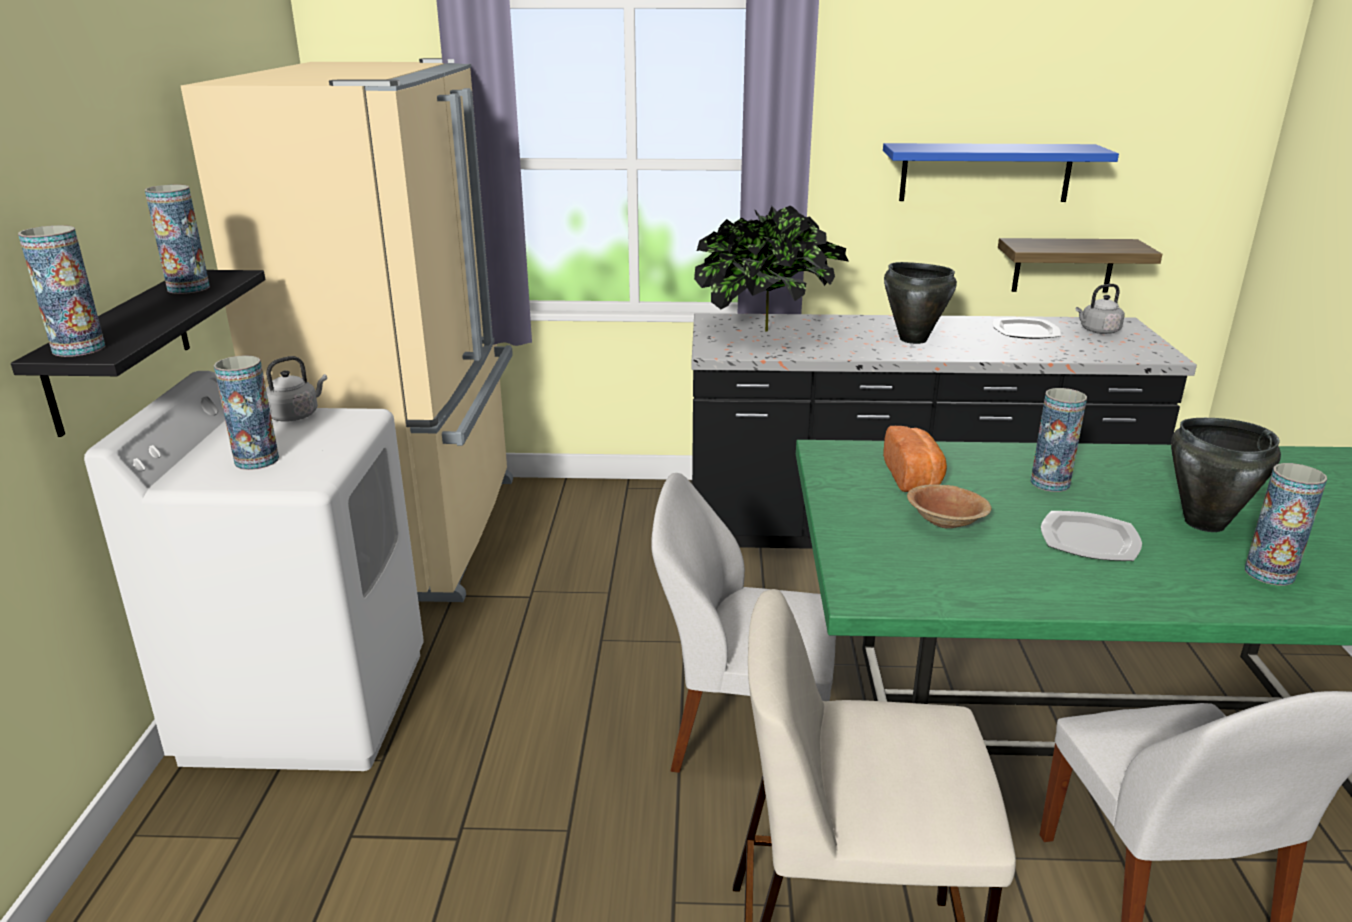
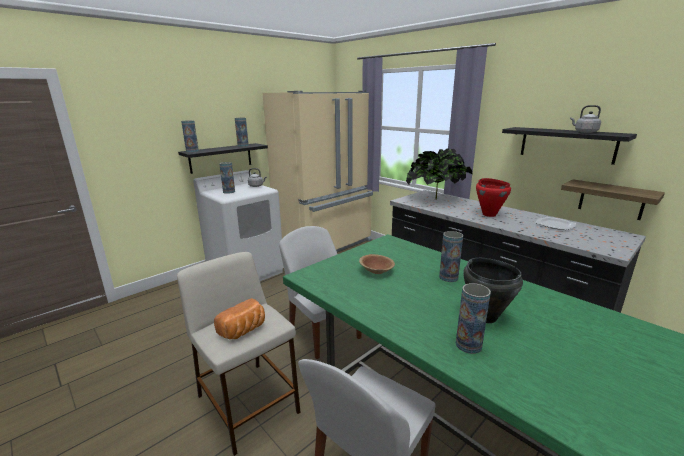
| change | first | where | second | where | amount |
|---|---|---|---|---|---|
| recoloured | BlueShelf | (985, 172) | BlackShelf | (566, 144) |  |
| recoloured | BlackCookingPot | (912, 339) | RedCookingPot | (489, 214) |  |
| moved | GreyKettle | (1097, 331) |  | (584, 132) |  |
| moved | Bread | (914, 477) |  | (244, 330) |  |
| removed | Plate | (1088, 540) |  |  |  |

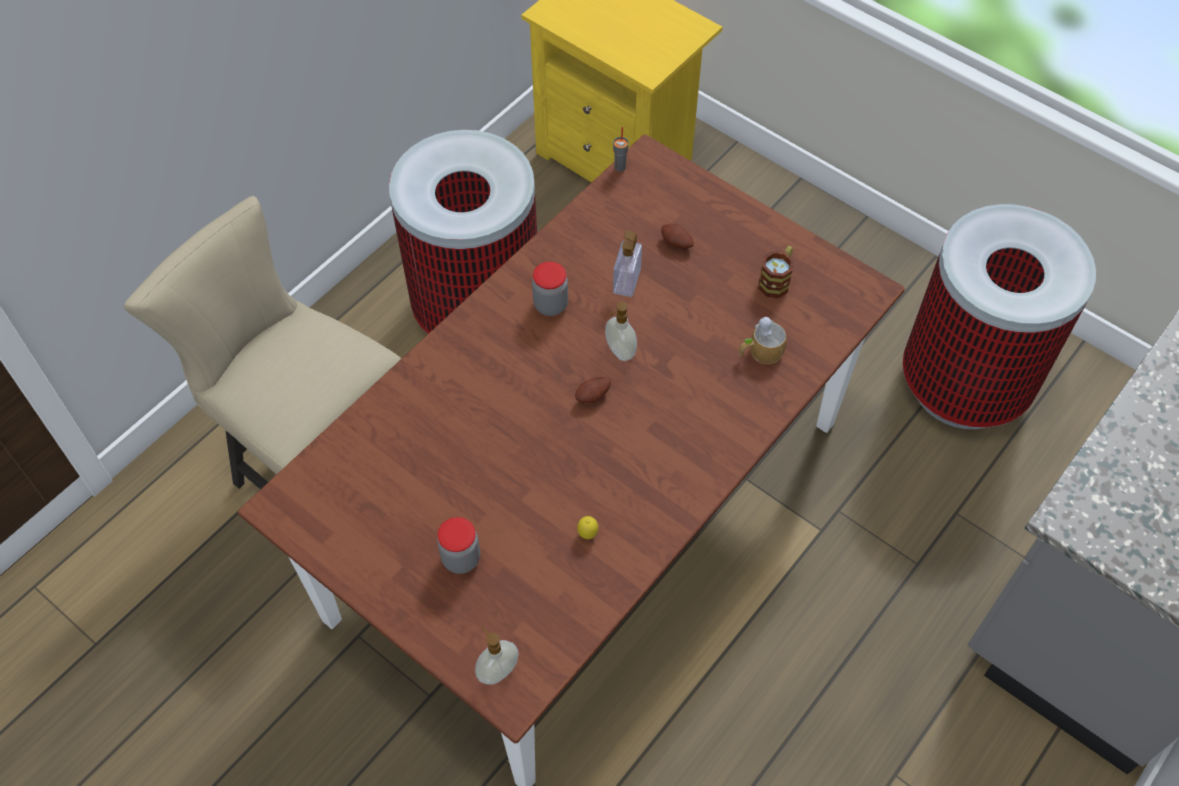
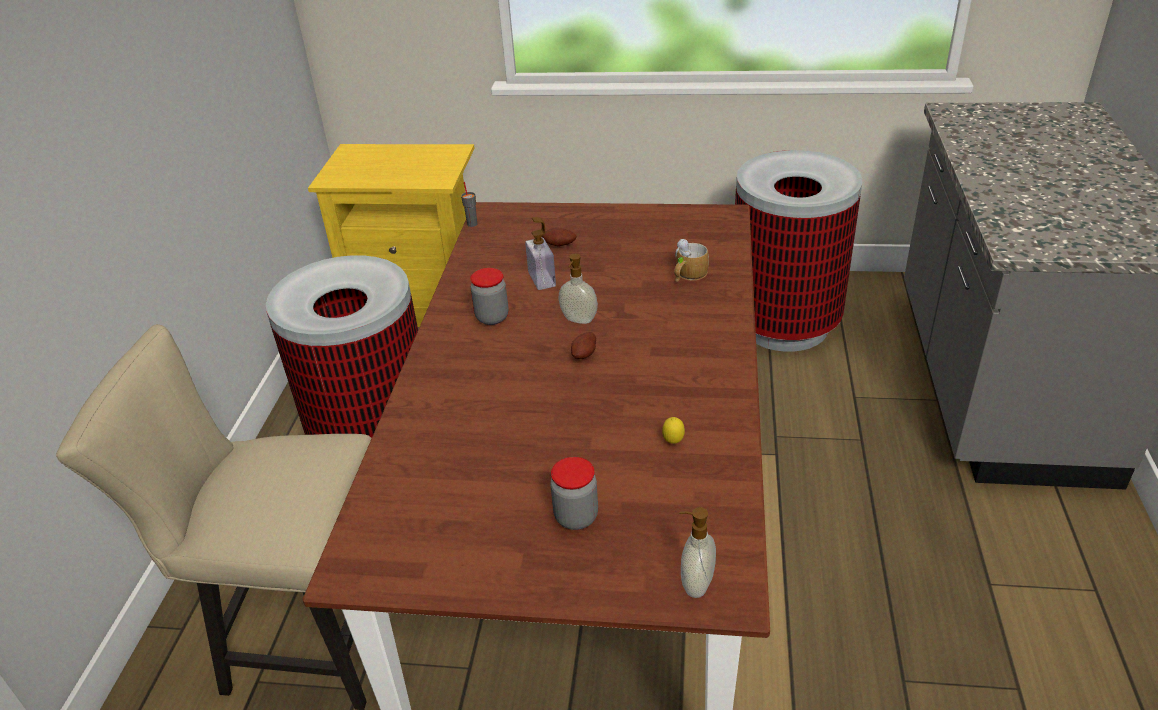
| change | first | where | second | where | amount |
|---|---|---|---|---|---|
| removed | Mug | (776, 280) |  |  |  |

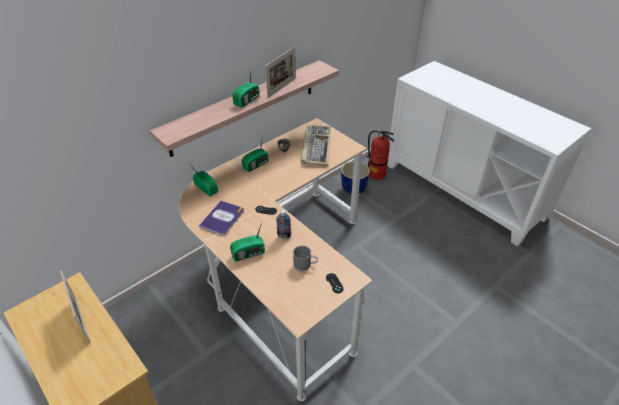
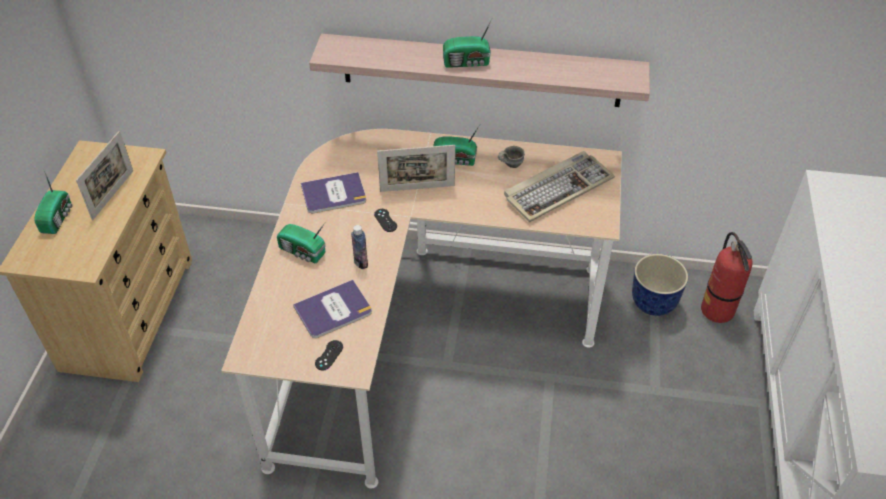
| change | first | where | second | where | amount |
|---|---|---|---|---|---|
| moved | PictureFrame | (282, 88) |  | (417, 188) |  |
| moved | Radio | (206, 187) |  | (58, 217) |  |
| replaced | GreyMug | (305, 264) | Book | (333, 310) |  |

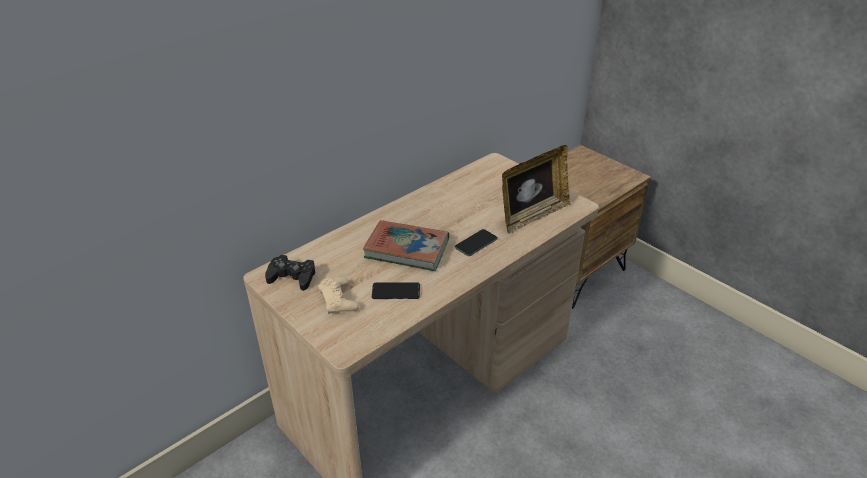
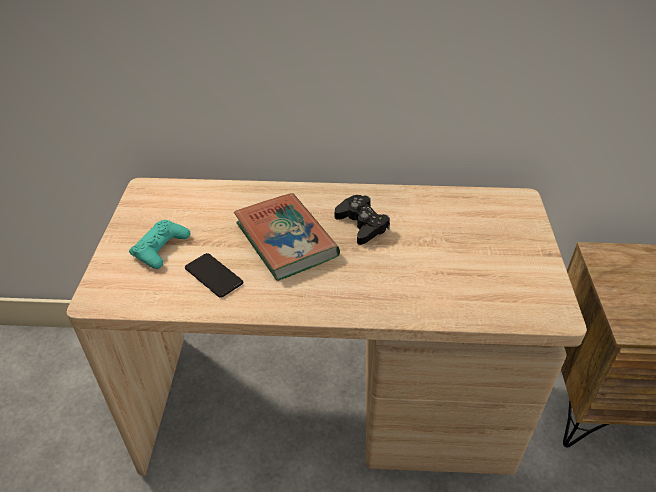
| change | first | where | second | where | amount |
|---|---|---|---|---|---|
| removed | PictureFrame | (532, 216) |  |  |  |
| removed | Phone | (476, 243) |  |  |  |
| moved | BlackGameController | (292, 277) |  | (362, 225) |  |
| recoloured | BeigeGameController | (338, 299) | TurquoiseGameController | (161, 248) |  |

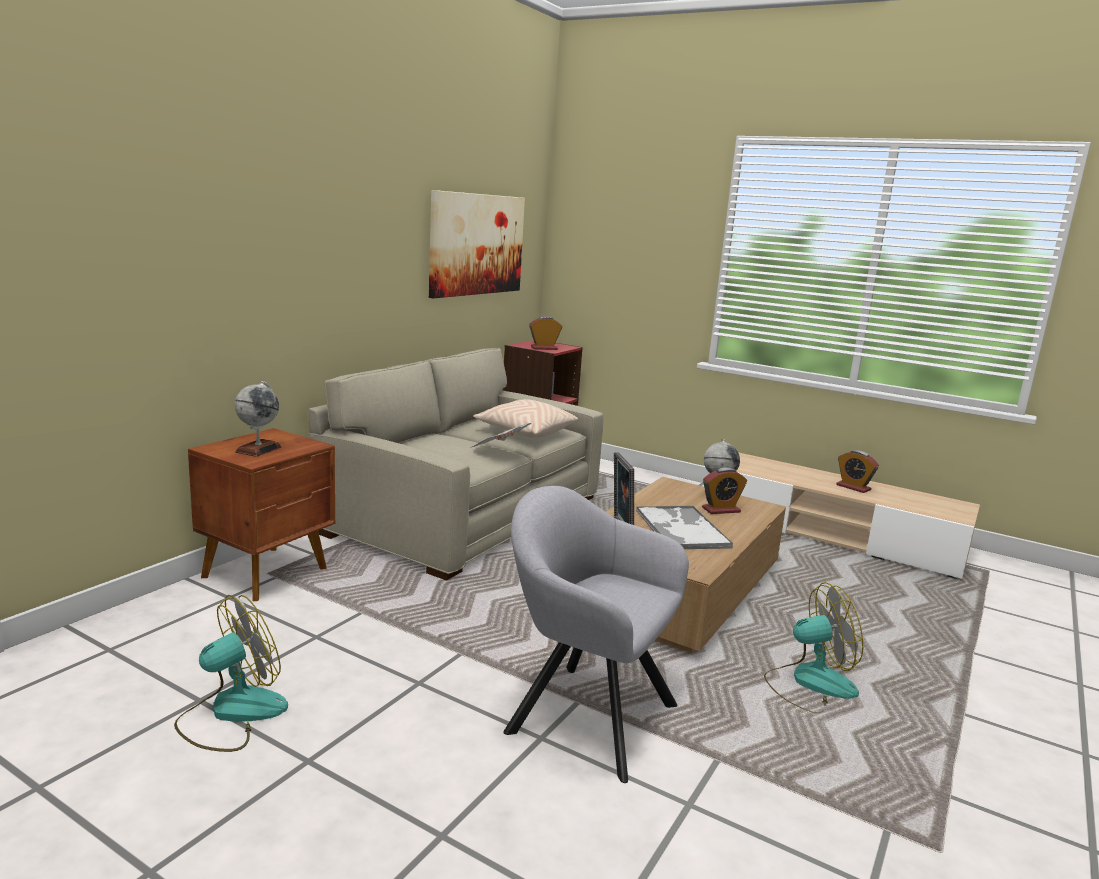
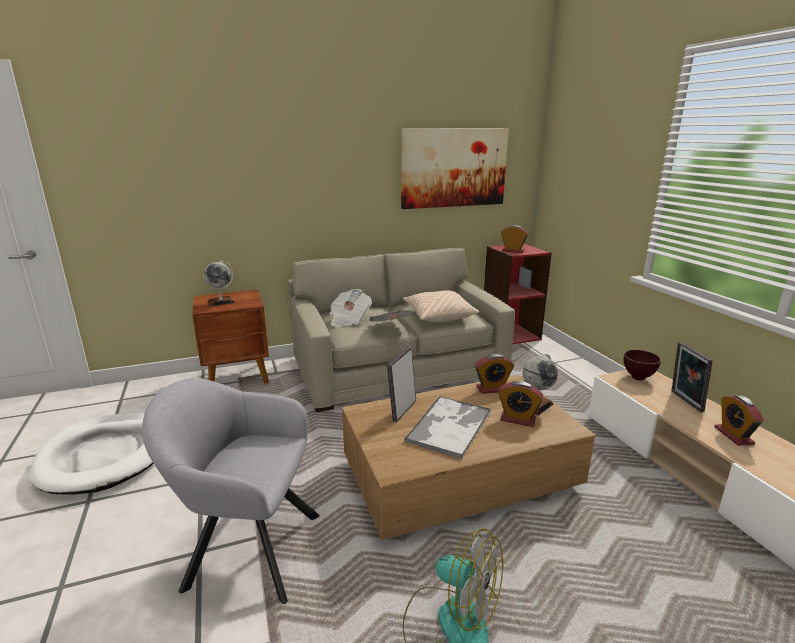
| change | first | where | second | where | amount |
|---|---|---|---|---|---|
| turned | GreyArmchair | (584, 714) |  | (247, 548) | 60 degrees counterclockwise |
| replaced | Fan | (232, 713) | WhiteDogBed | (105, 456) |  |
| added |  |  | Newspaper | (349, 319) |  |
| added |  |  | PictureFrame | (684, 401) |  |
| added |  |  | BrownBowl | (637, 378) |  |
| added |  |  | AlarmClock | (492, 389) |  |

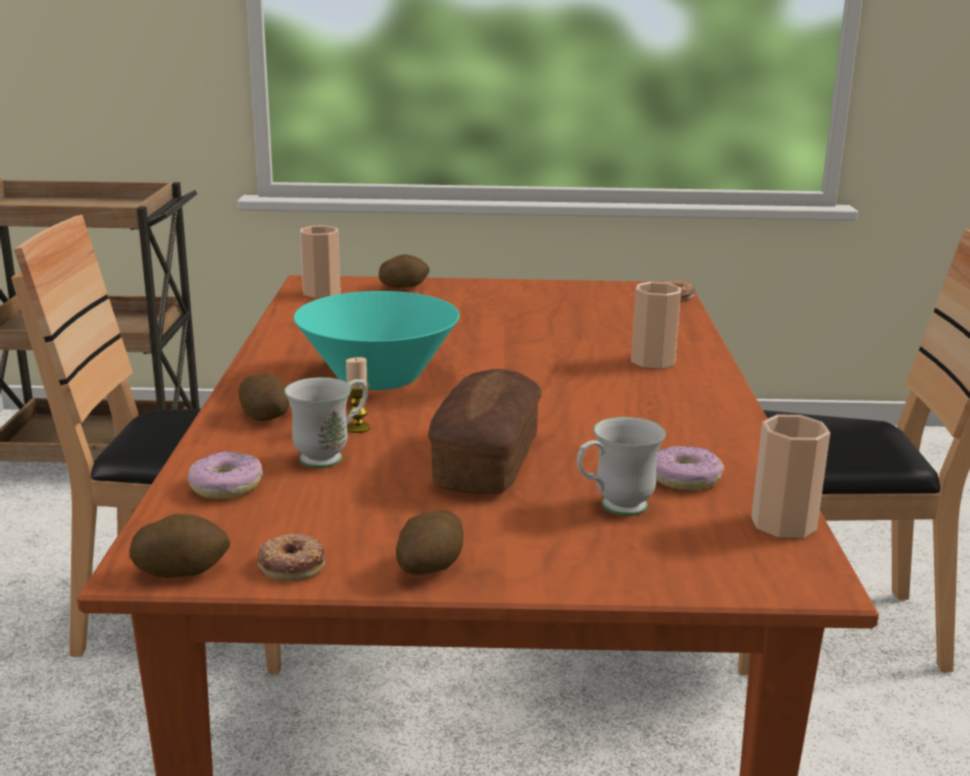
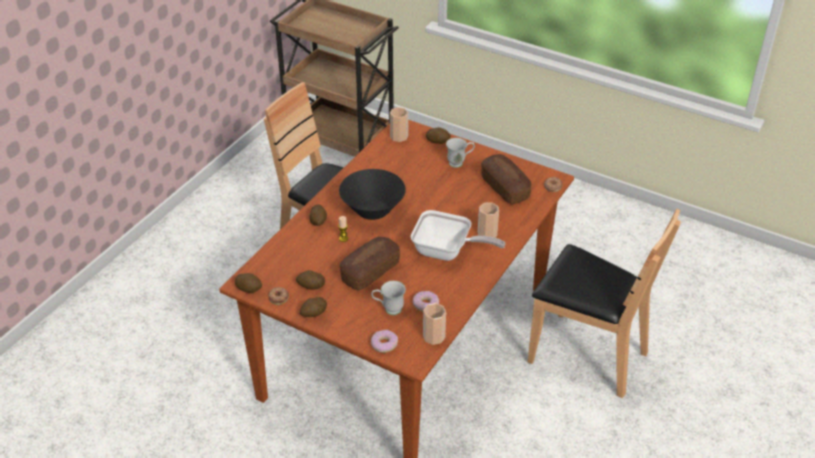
| change | first | where | second | where | amount |
|---|---|---|---|---|---|
| recoloured | TurquoiseBowl | (378, 379) | BlackBowl | (372, 210) |  |
| moved | WhiteMug | (331, 456) |  | (459, 163) |  |
| moved | Donut | (225, 486) |  | (384, 344) |  |
| added |  |  | Bread | (505, 188) |  |
| added |  |  | FryingPan | (447, 252) |  |
| added |  |  | Potato | (311, 286) |  |

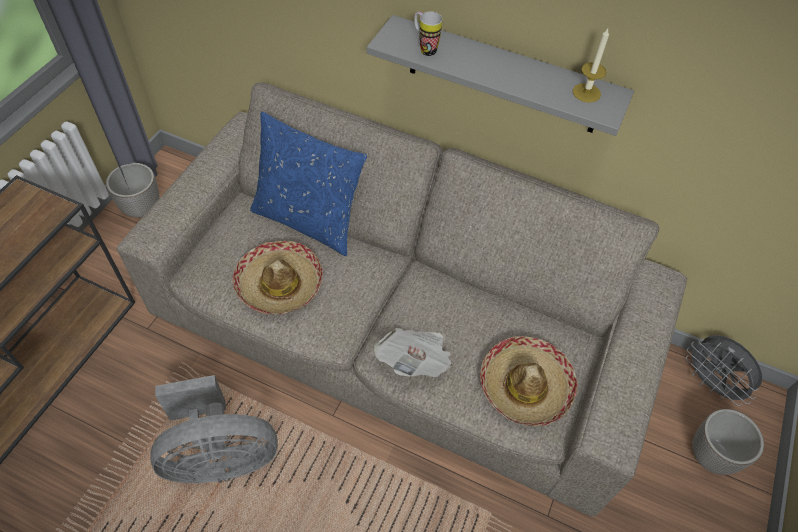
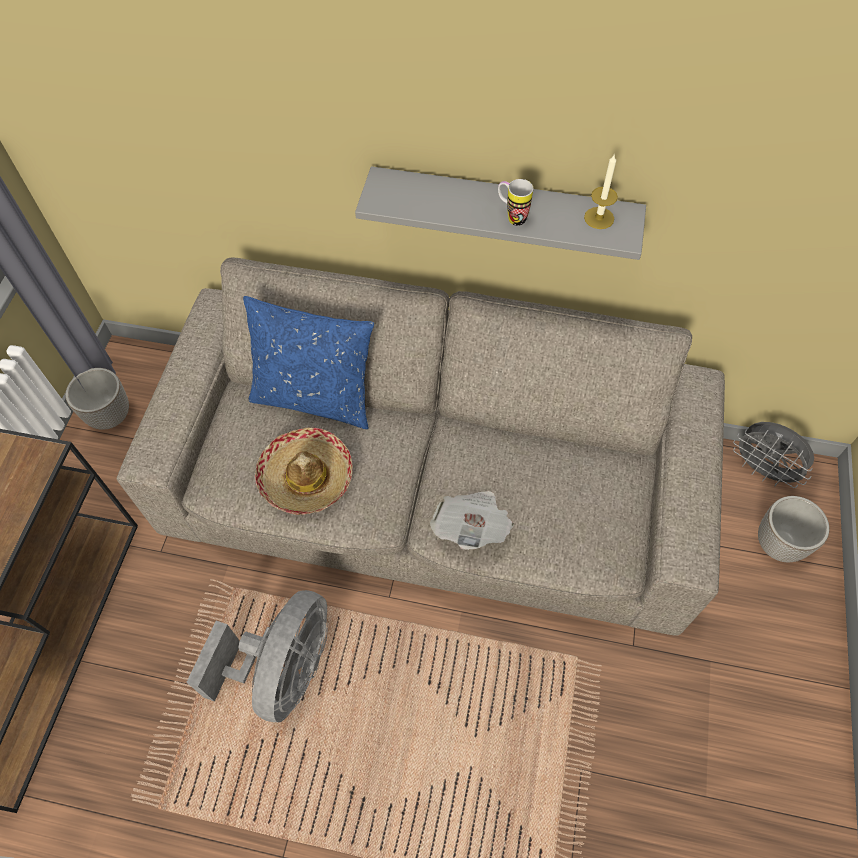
| change | first | where | second | where | amount |
|---|---|---|---|---|---|
| moved | Mug | (424, 48) |  | (511, 217) |  |
| removed | Hat | (525, 386) |  |  |  |
| turned | GreyFan | (220, 457) |  | (284, 670) | 45 degrees counterclockwise |

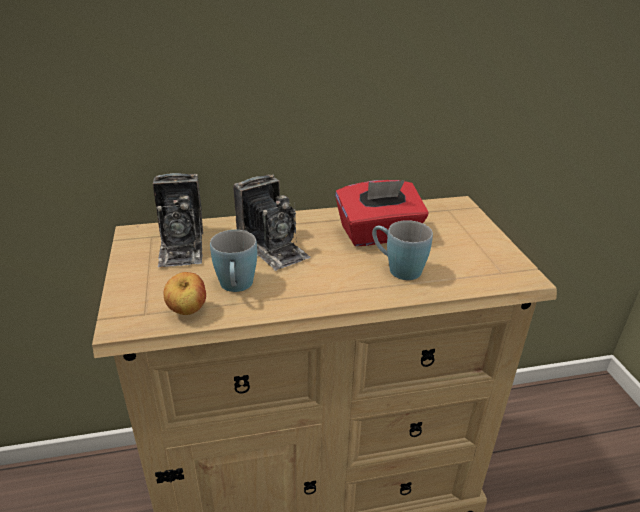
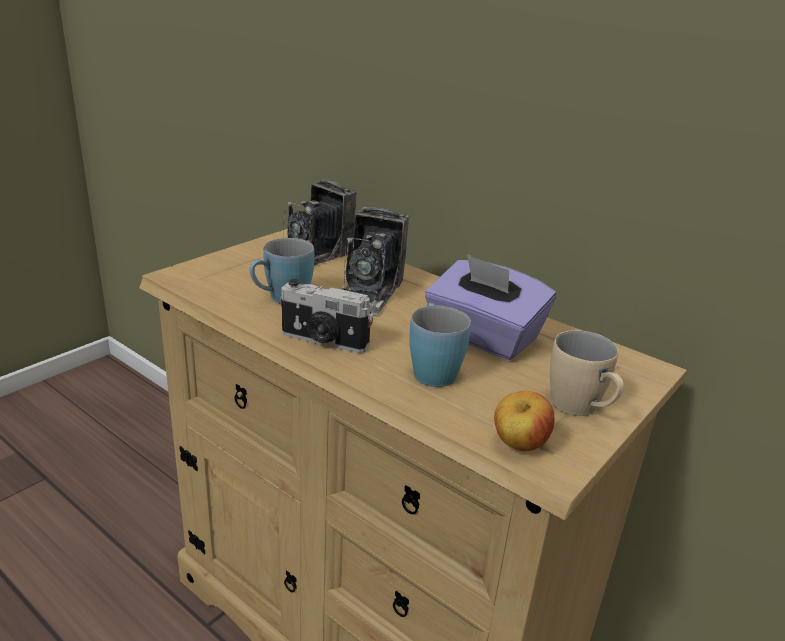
| change | first | where | second | where | amount |
|---|---|---|---|---|---|
| recoloured | RedTissueBox | (379, 235) | PurpleTissueBox | (482, 337) |  |
| moved | Apple | (187, 311) |  | (518, 445) |  |
| added |  |  | PhotoCamera | (324, 341) |  |
| added |  |  | BeigeMug | (581, 409) |  |

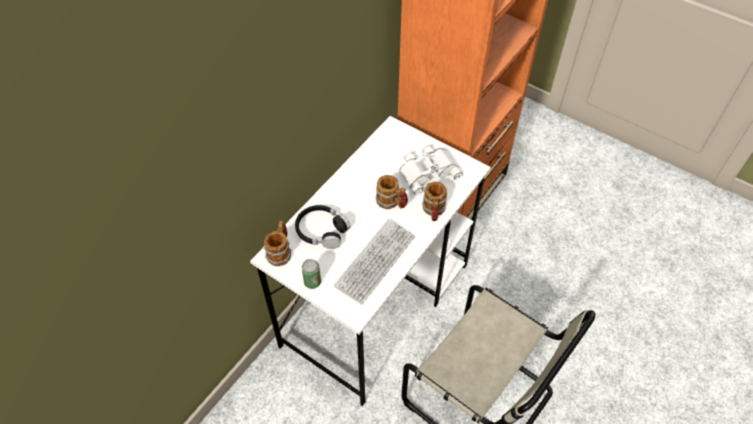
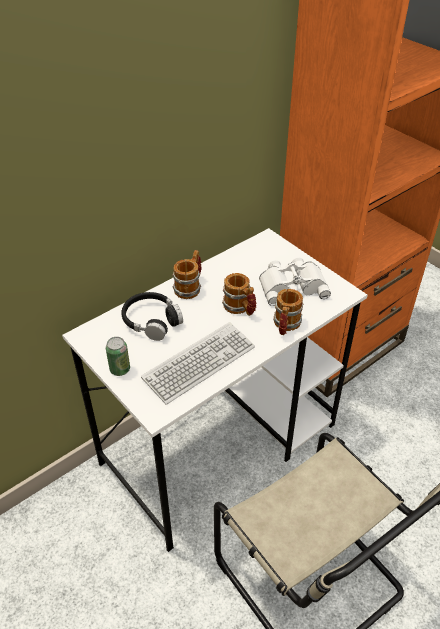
| change | first | where | second | where | amount |
|---|---|---|---|---|---|
| moved | Mug | (280, 251) |  | (190, 287) |  |

